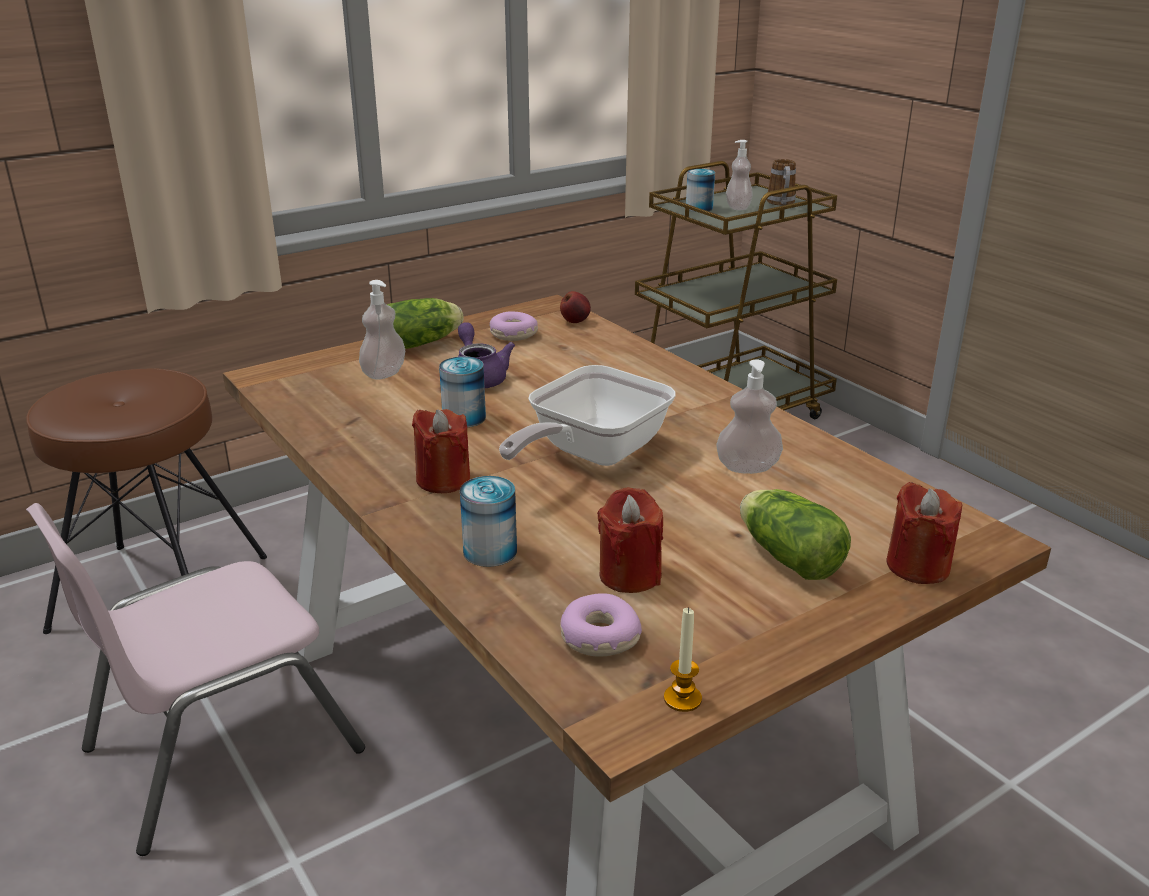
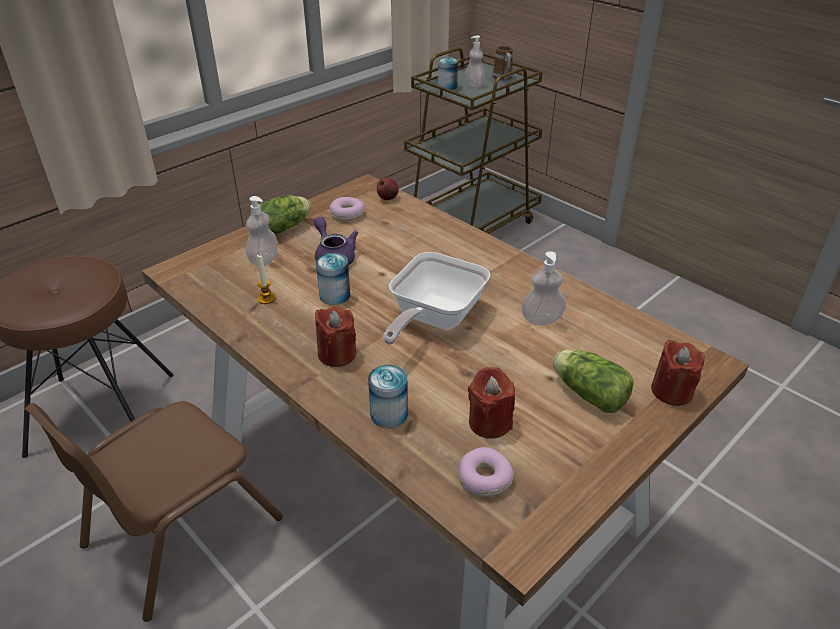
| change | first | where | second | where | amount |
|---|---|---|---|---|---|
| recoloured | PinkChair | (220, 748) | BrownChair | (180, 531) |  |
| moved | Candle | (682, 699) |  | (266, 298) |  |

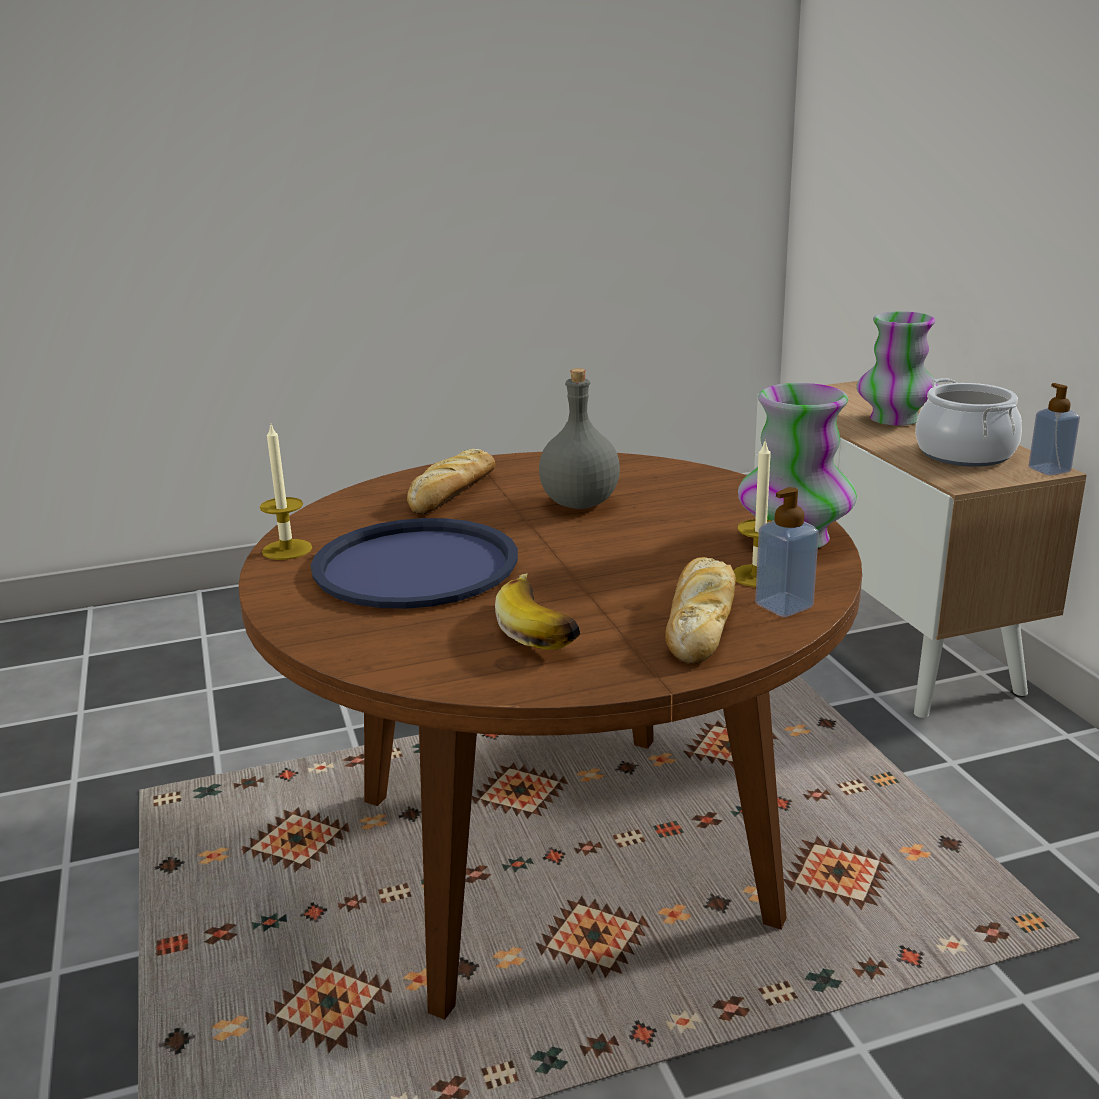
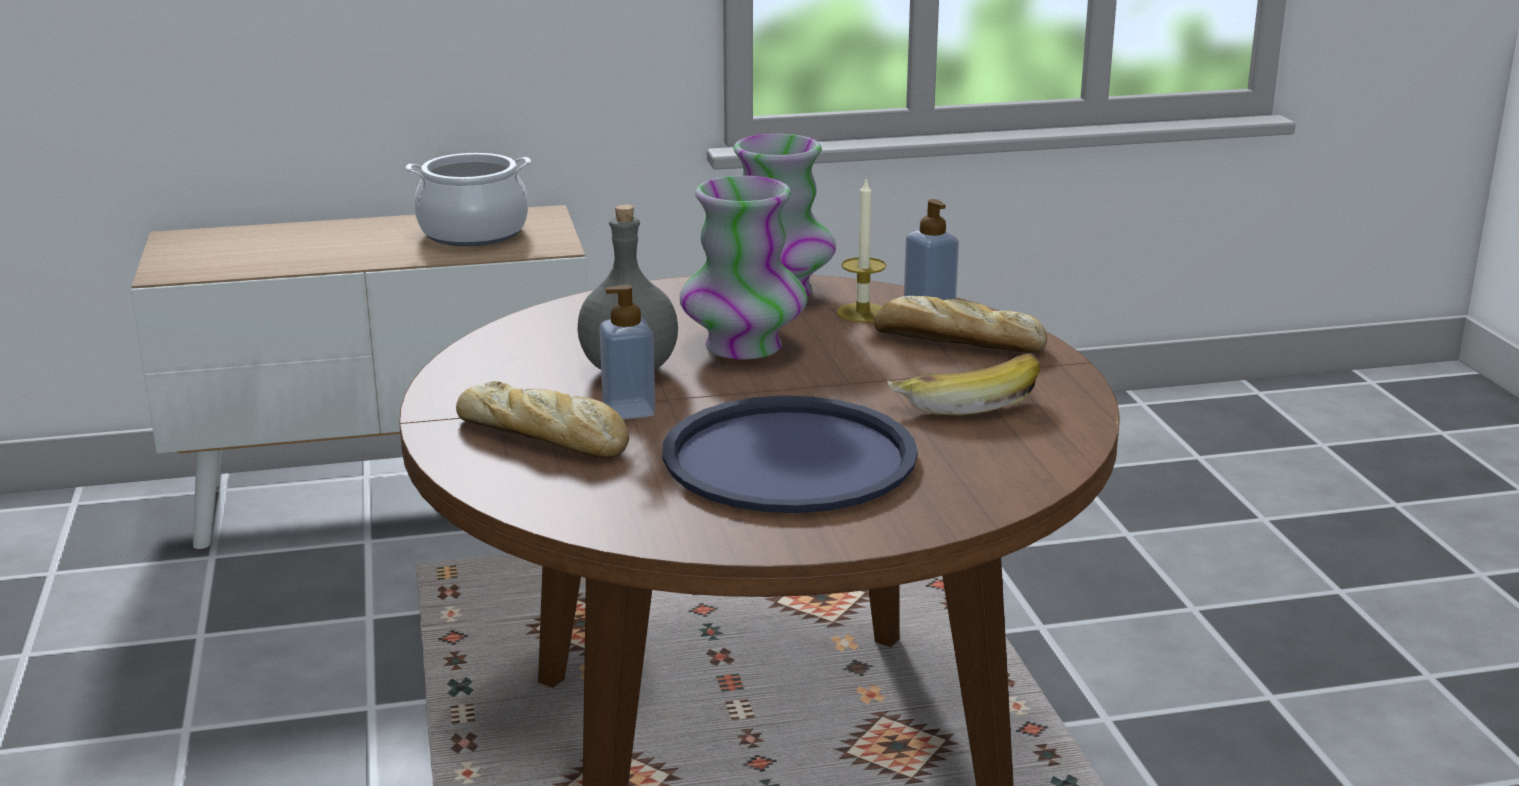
| change | first | where | second | where | amount |
|---|---|---|---|---|---|
| moved | Vase | (895, 419) |  | (743, 346) |  |
| moved | SoapDispenser | (1049, 470) |  | (628, 411) |  |
| removed | Candle | (287, 549) |  |  |  |

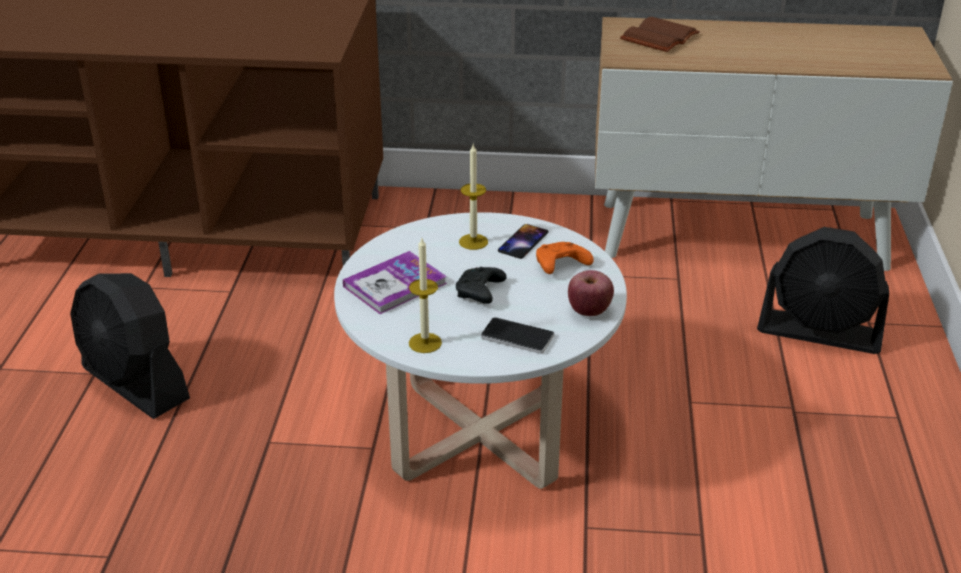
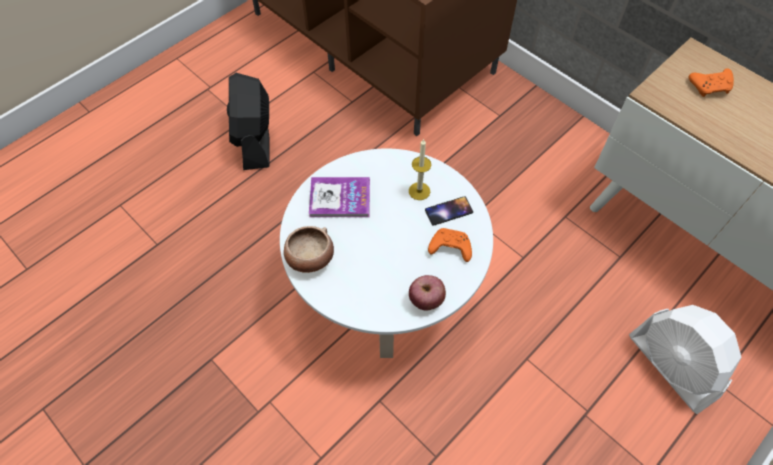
| change | first | where | second | where | amount |
|---|---|---|---|---|---|
| replaced | BrownBook | (660, 38) | OrangeGameController | (710, 87) |  |
| recoloured | BlackFan | (820, 332) | WhiteFan | (672, 366) |  |
| replaced | Candle | (425, 343) | Bowl | (309, 258) |  |
| removed | BlackGameController | (480, 293) |  |  |  |
| removed | Phone | (517, 337) |  |  |  |

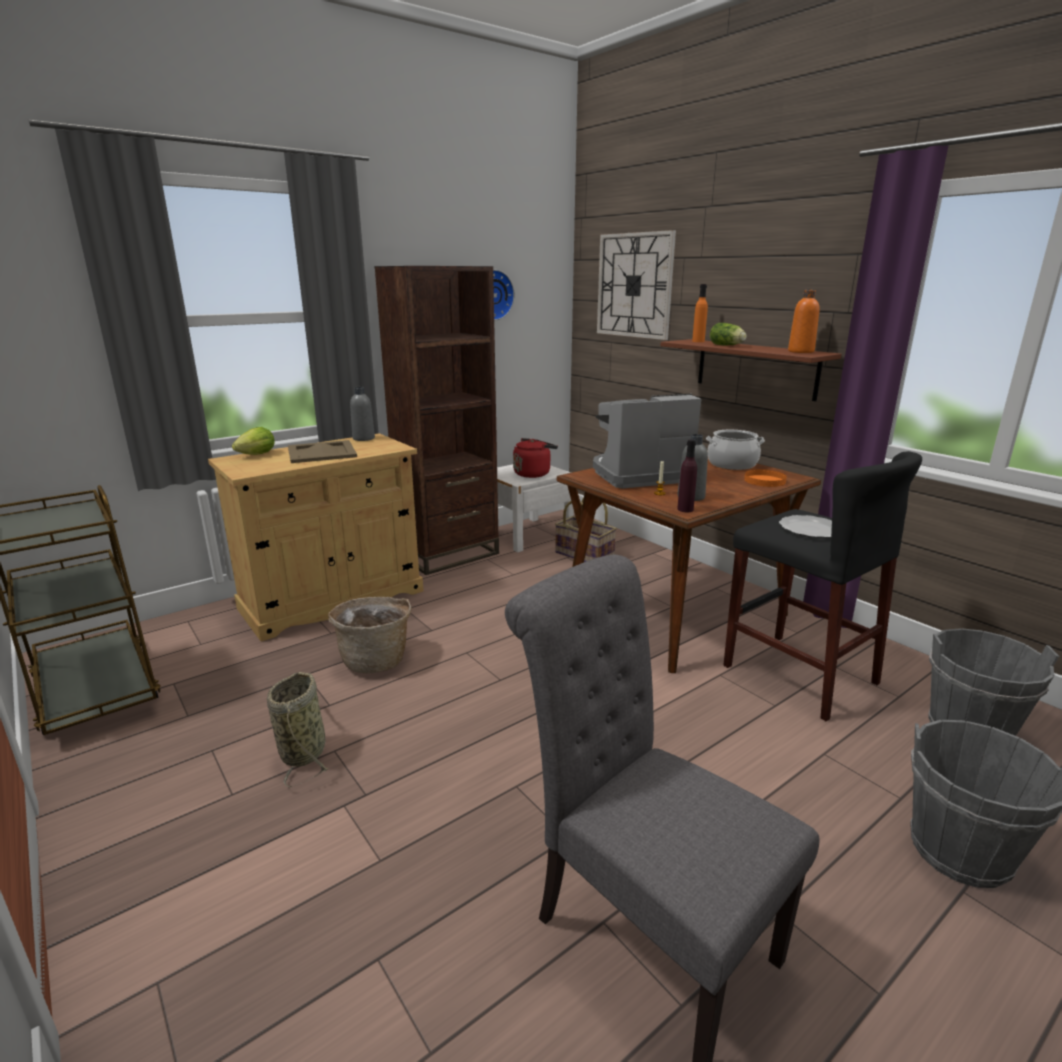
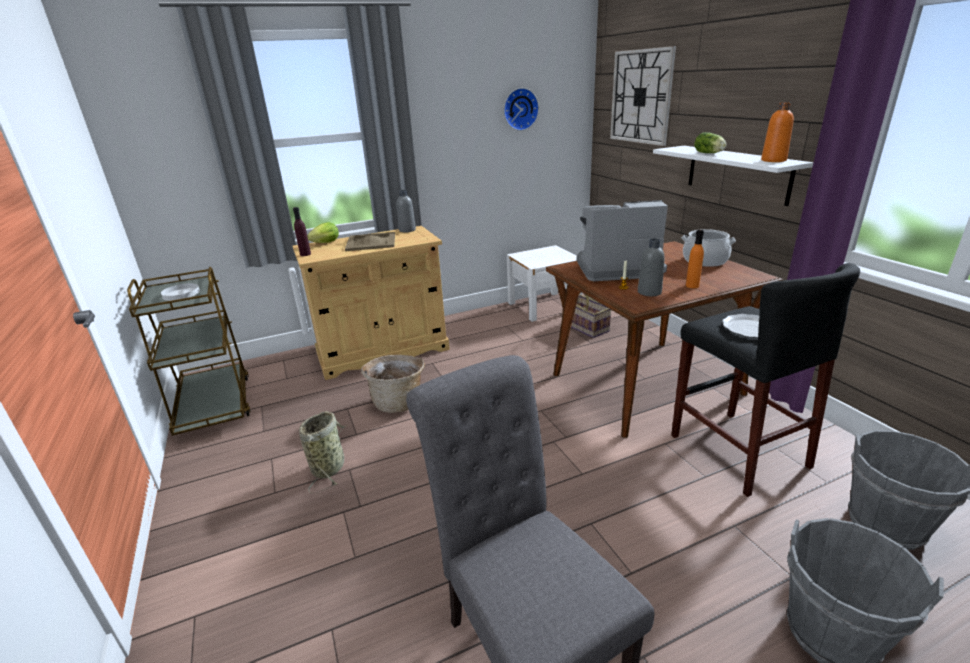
| change | first | where | second | where | amount |
|---|---|---|---|---|---|
| removed | BrownBookcase | (448, 554) |  |  |  |
| moved | OrangeBottle | (698, 341) |  | (692, 286) |  |
| recoloured | BrownShelf | (756, 368) | WhiteShelf | (737, 173) |  |
| removed | RedKettle | (533, 473) |  |  |  |
| moved | PurpleBottle | (685, 509) |  | (305, 254) |  |
| removed | OrangePlate | (764, 480) |  |  |  |
| added |  |  | WhitePlate | (181, 294) |  |

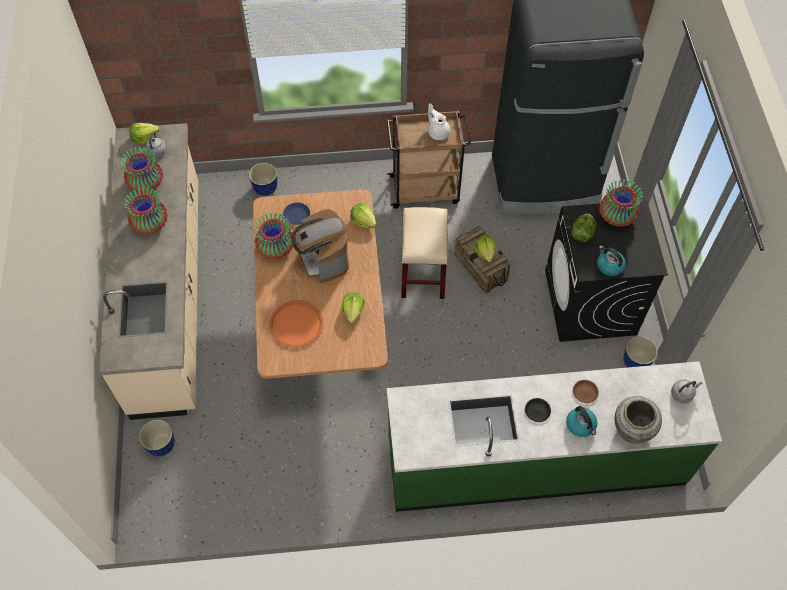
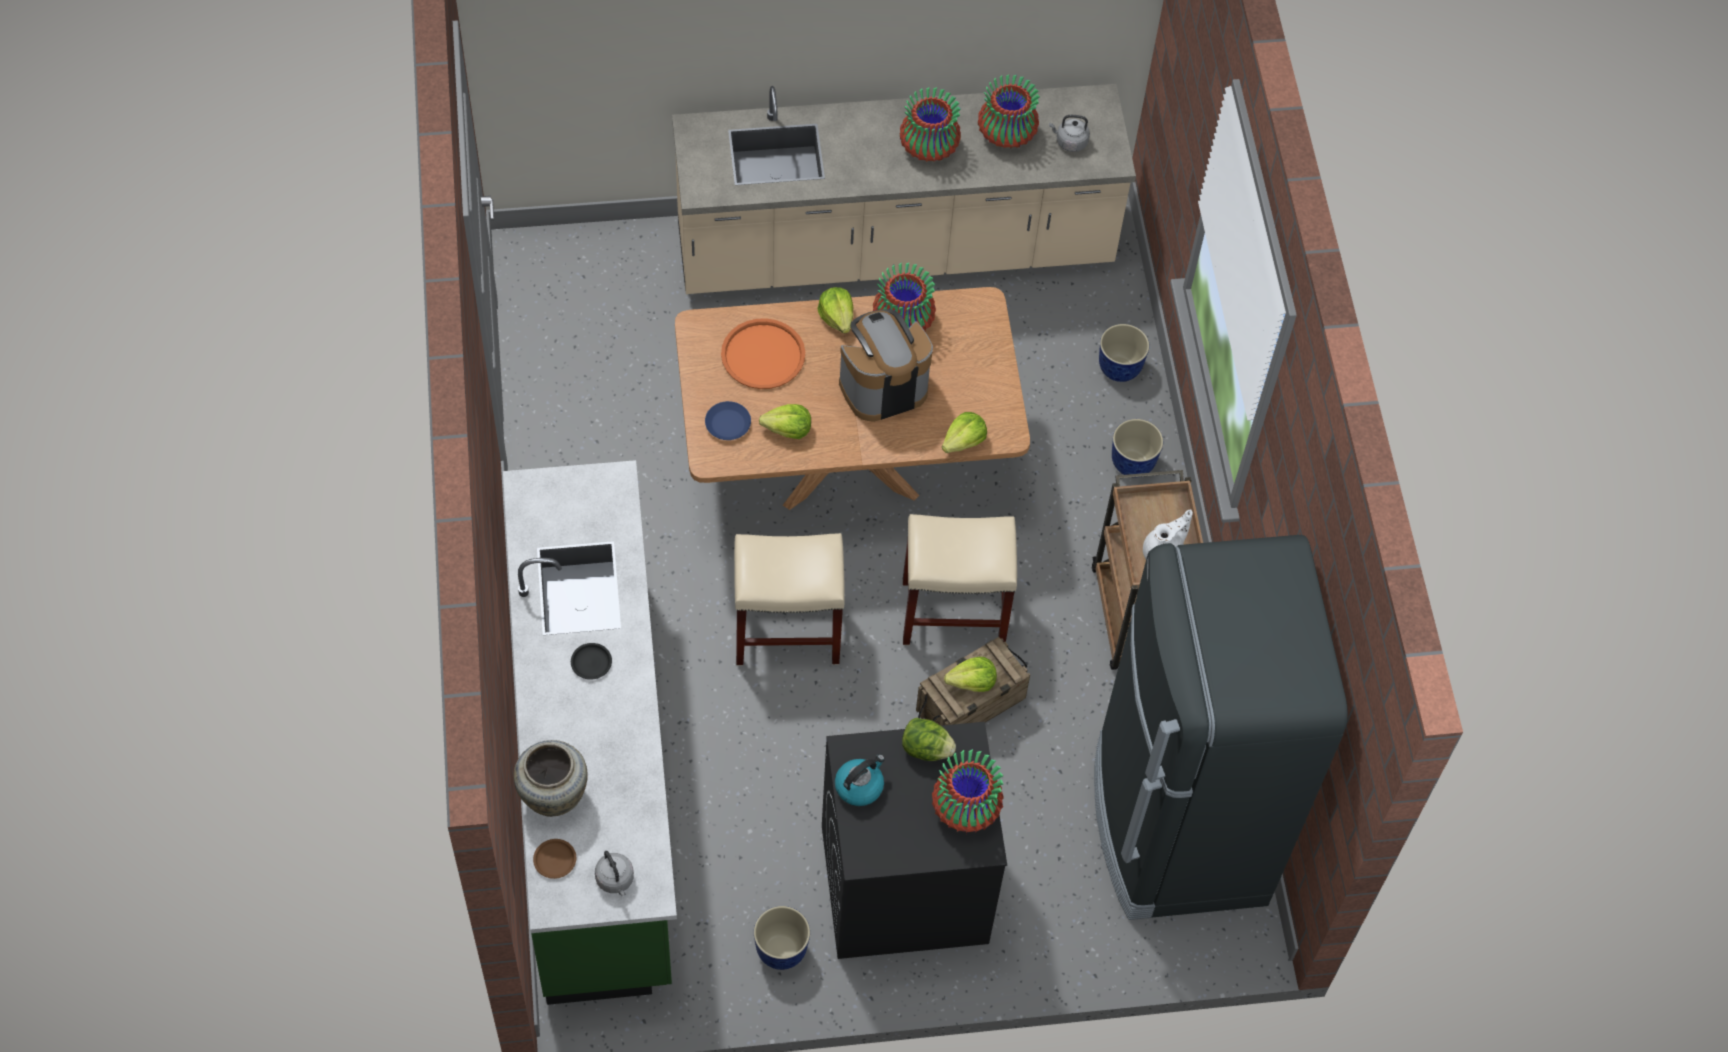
| change | first | where | second | where | amount |
|---|---|---|---|---|---|
| moved | Lettuce | (144, 137) |  | (837, 317) |  |
| moved | BluePlate | (296, 215) |  | (728, 423) |  |
| moved | BrownPlate | (585, 392) |  | (555, 860) |  |
| removed | Kettle | (581, 425) |  |  |  |
| moved | Planter | (161, 445) |  | (1133, 463) |  |
| added |  |  | BeigeStool | (786, 632) |  |

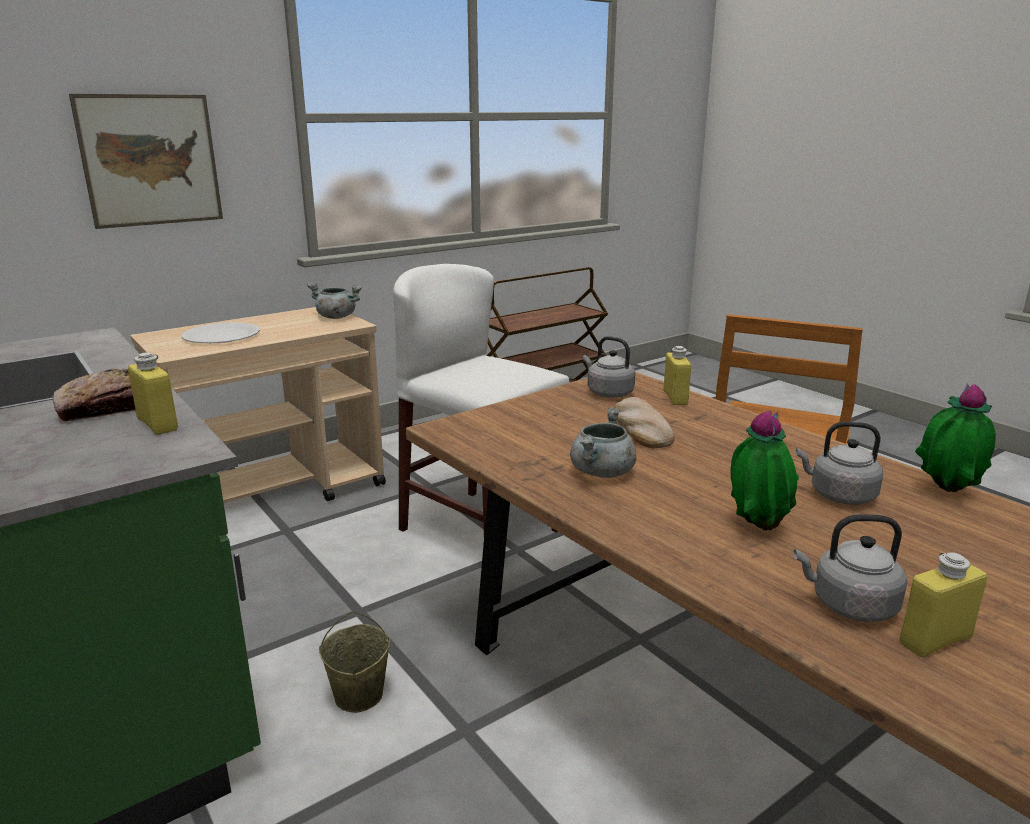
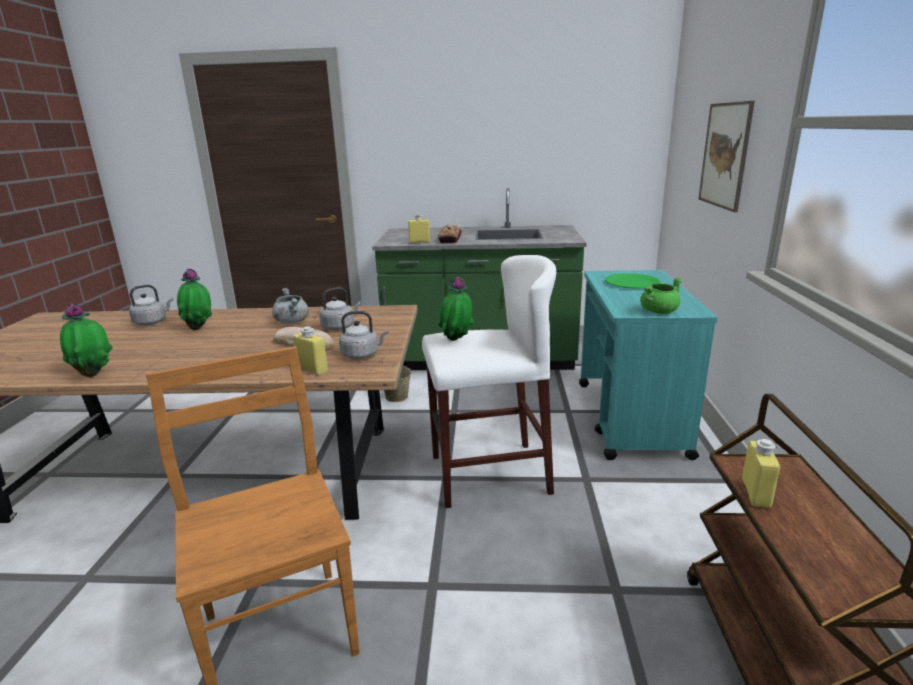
| change | first | where | second | where | amount |
|---|---|---|---|---|---|
| recoloured | GreyCookingPot | (336, 317) | GreenCookingPot | (658, 311) |  |
| recoloured | BeigeCart | (278, 493) | TurquoiseCart | (630, 418) |  |
| recoloured | WhitePlate | (221, 336) | GreenPlate | (632, 283) |  |
| moved | GreyKettle | (838, 495) |  | (339, 327) |  |
| moved | YellowBottle | (935, 640) |  | (755, 493) |  |
| added |  |  | PottedPlant | (456, 341) |  |

